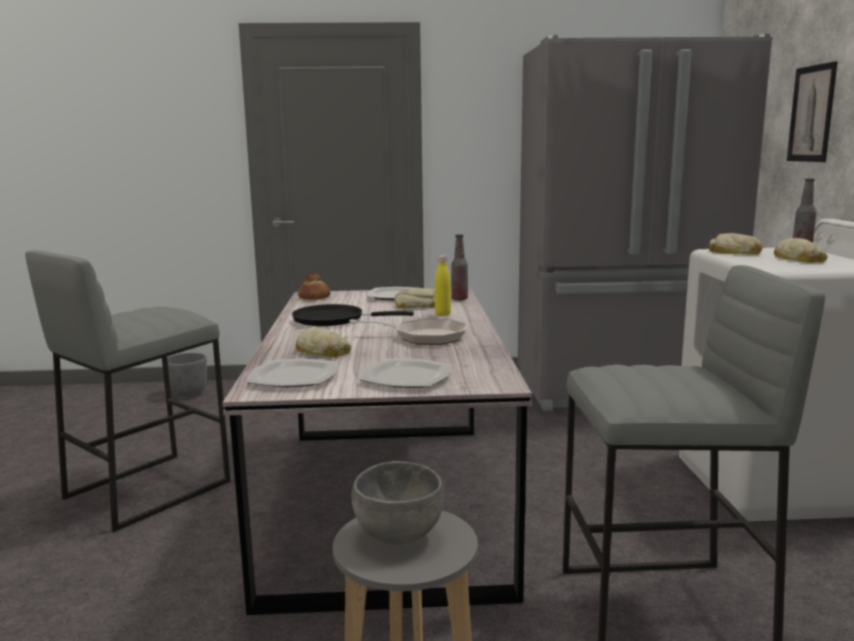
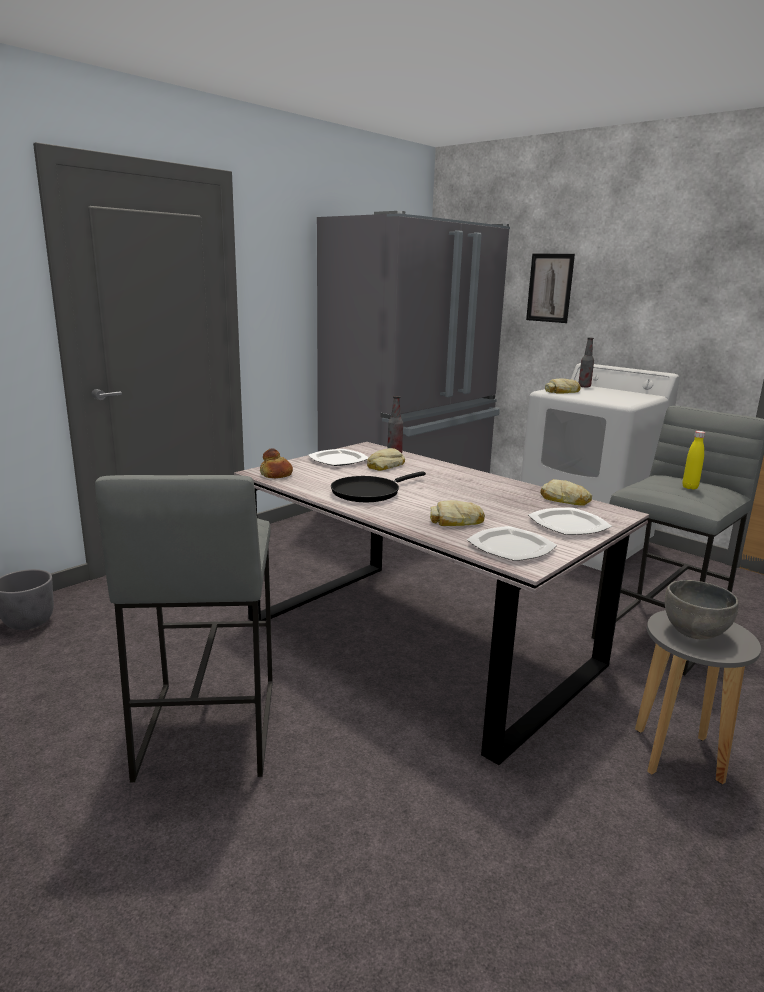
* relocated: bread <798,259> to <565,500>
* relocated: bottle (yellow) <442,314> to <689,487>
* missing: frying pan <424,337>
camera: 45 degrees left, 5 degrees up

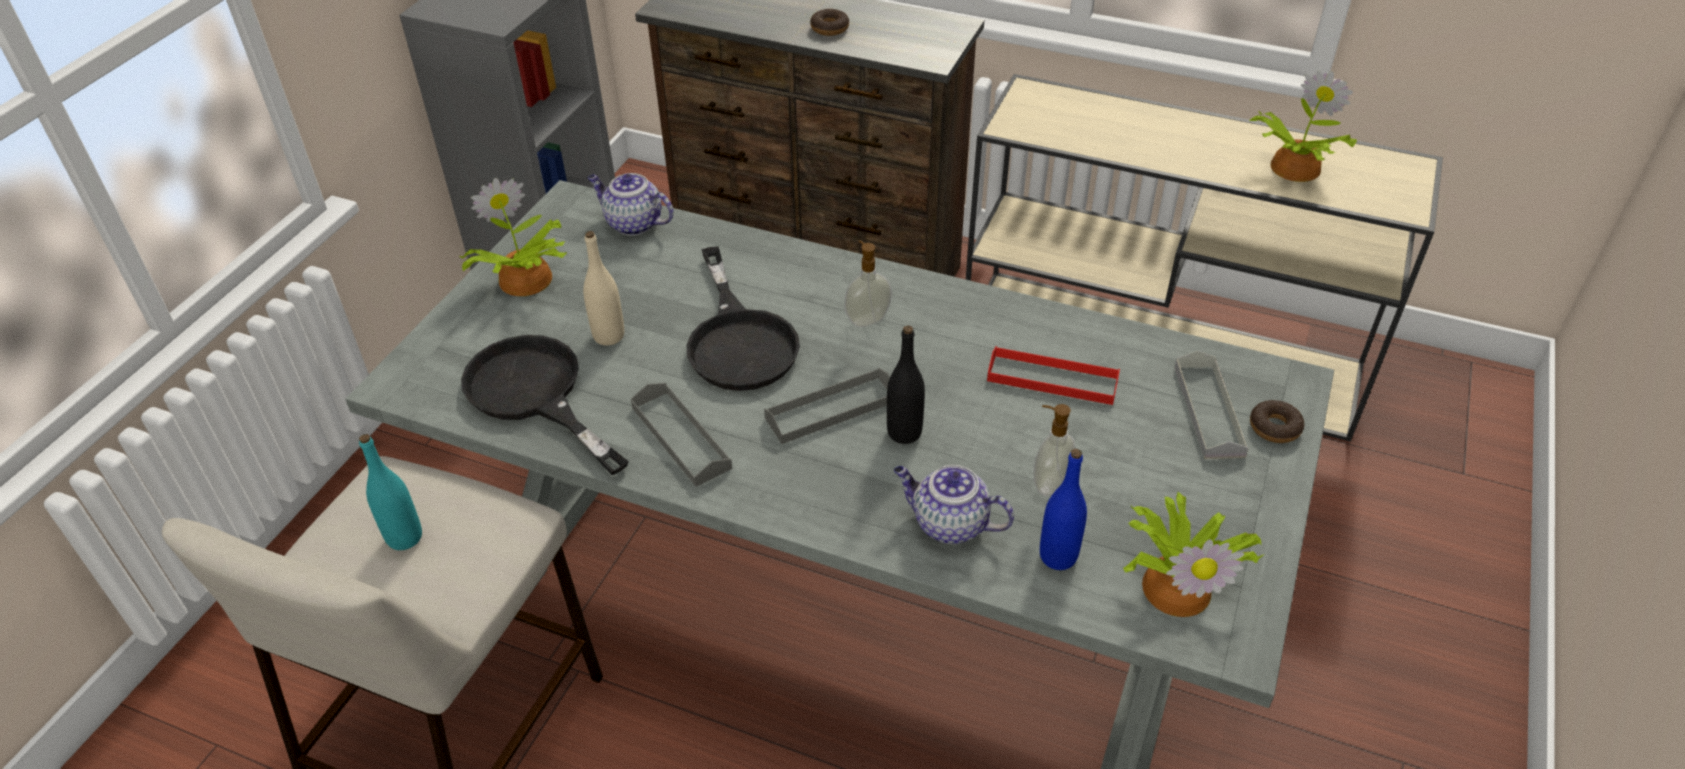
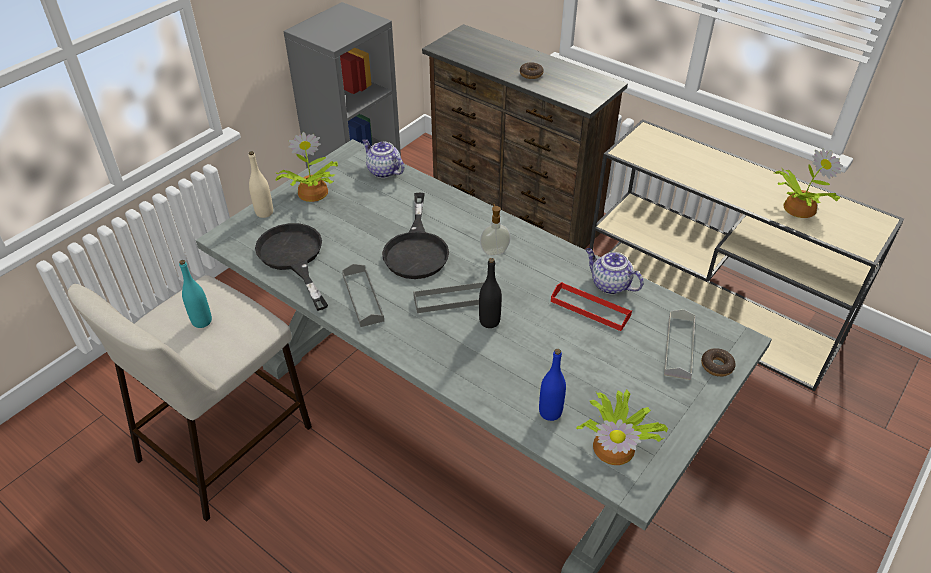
* relocated: bottle (beige) <609,336> to <264,212>
* relocated: teapot <948,524> to <609,284>
* missing: soap dispenser <1048,483>
camera: 15 degrees right, 0 degrees up

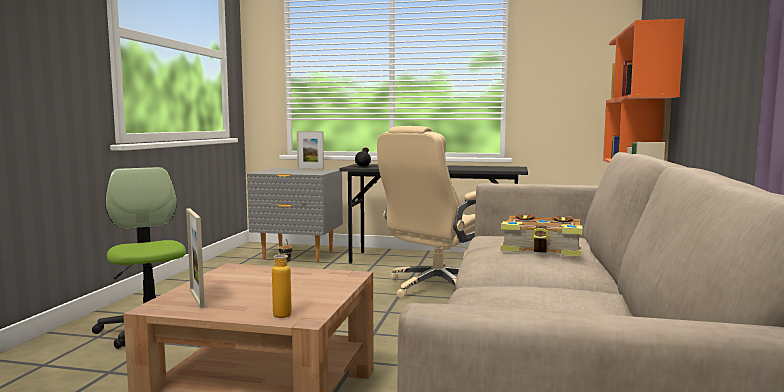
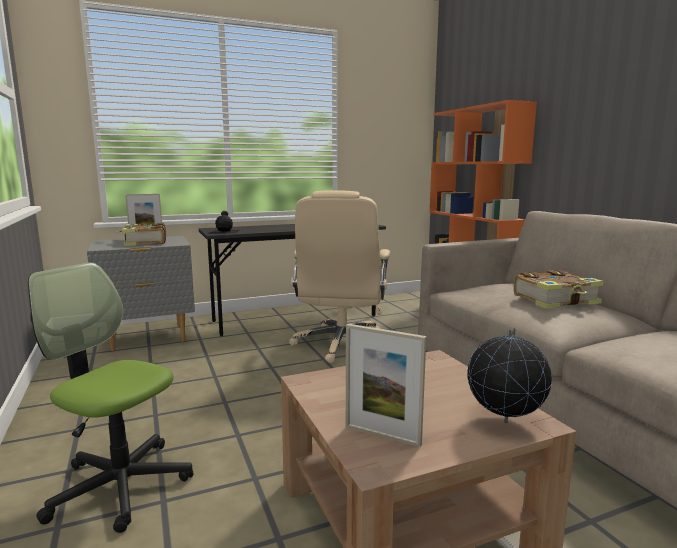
* appeared: book <144,242>
* exchanged: bottle <284,312> to globe <504,422>
camera: 35 degrees left, 5 degrees up

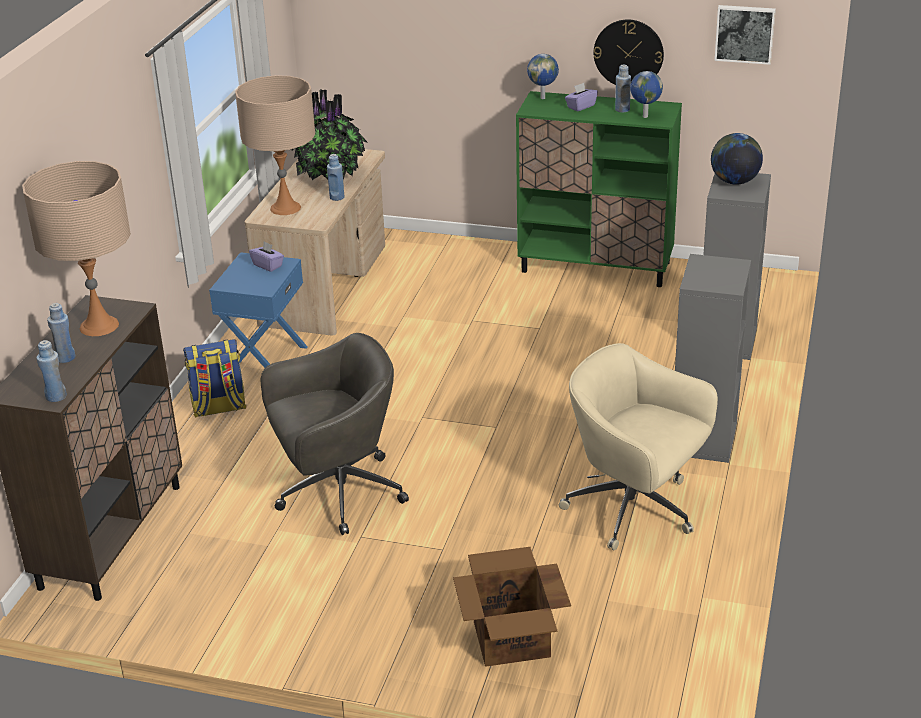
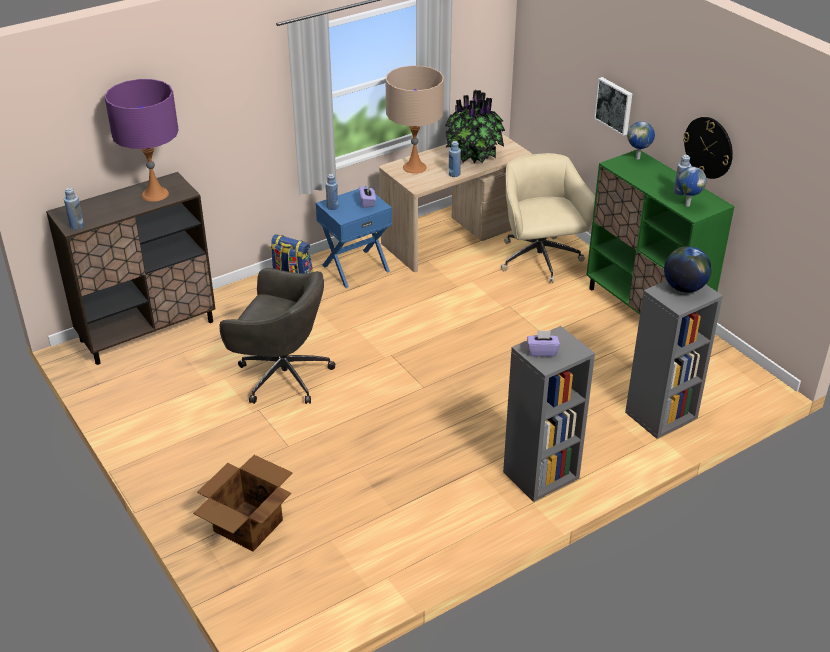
* colour: table lamp (beige) <99,326> to table lamp (purple) <155,194>
* relocated: bottle (blue) <65,358> to <332,207>
* relocated: office chair (beige) <634,510> to <540,260>
* relocated: tissue box (purple) <580,106> to <542,351>
* relocated: picture <745,33> to <614,105>
camera: 40 degrees right, 5 degrees up

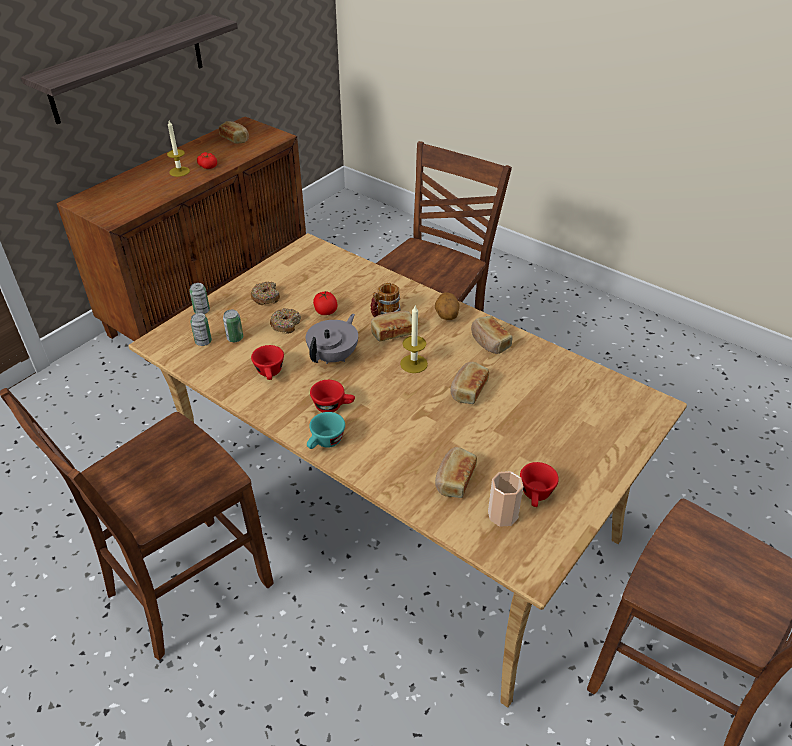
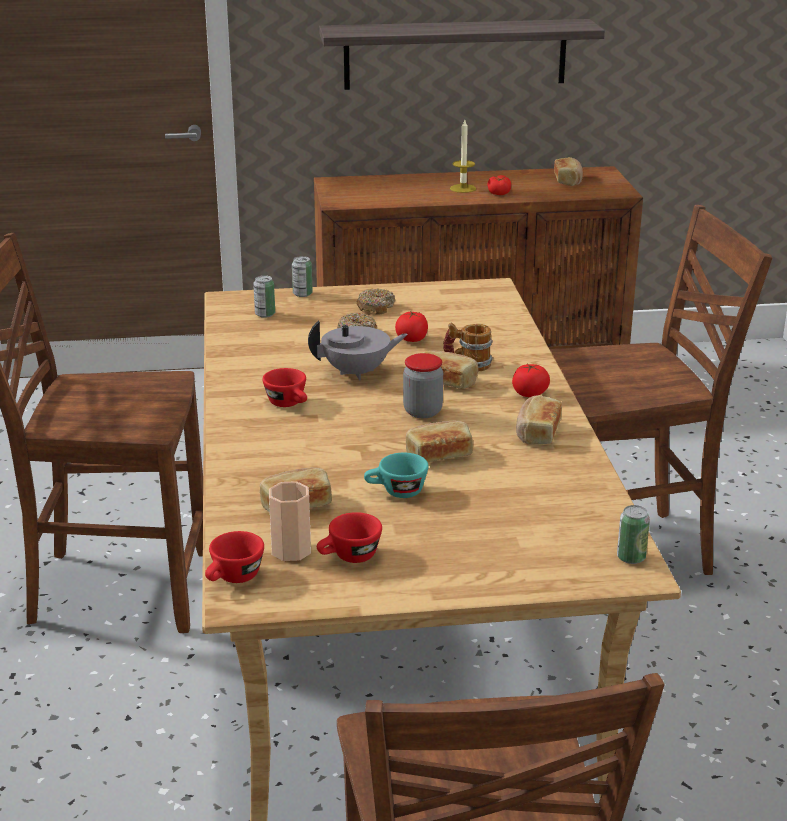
* relocated: cup (red) <270,373> to <233,578>
* relocated: cup (turquoise) <325,443> to <396,492>
* exchanged: candle <413,364> to jar <422,411>
* exchanged: potato <446,316> to tomato <530,393>
* relocated: can <235,338> to <631,558>
camera: 45 degrees right, 15 degrees down

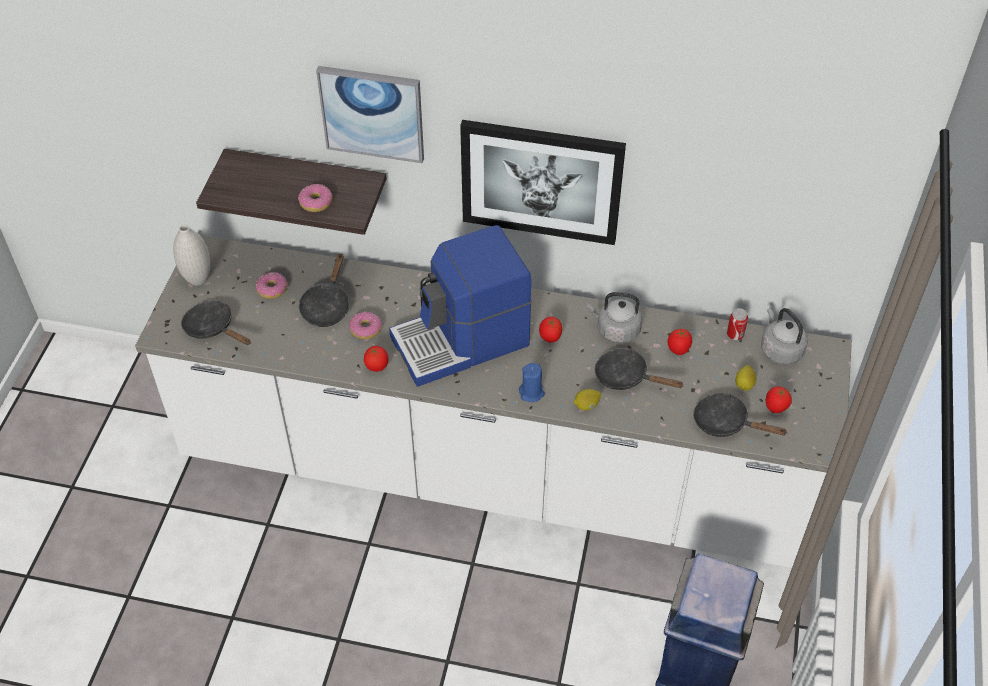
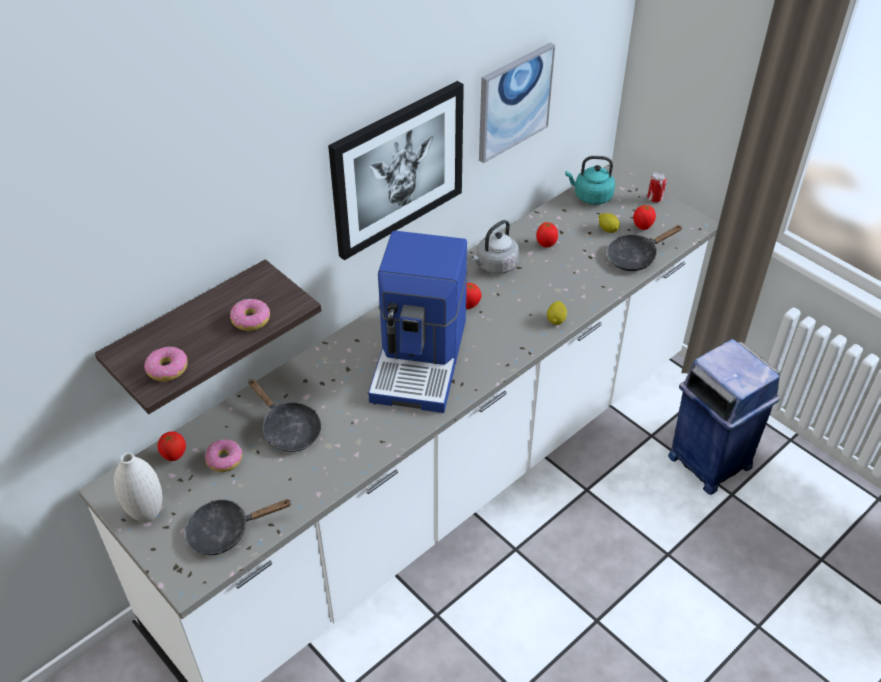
* relocated: donut <366,329> to <167,369>
* relocated: tomato <377,367> to <174,456>
* relocated: picture <372,113> to <514,102>
* colour: kettle (grey) <780,349> to kettle (turquoise) <590,196>
* relocated: can <735,335> to <654,199>
* missing: candle (blue) <531,393>
* missing: frying pan (black) <626,377>
camera: 55 degrees left, 5 degrees down

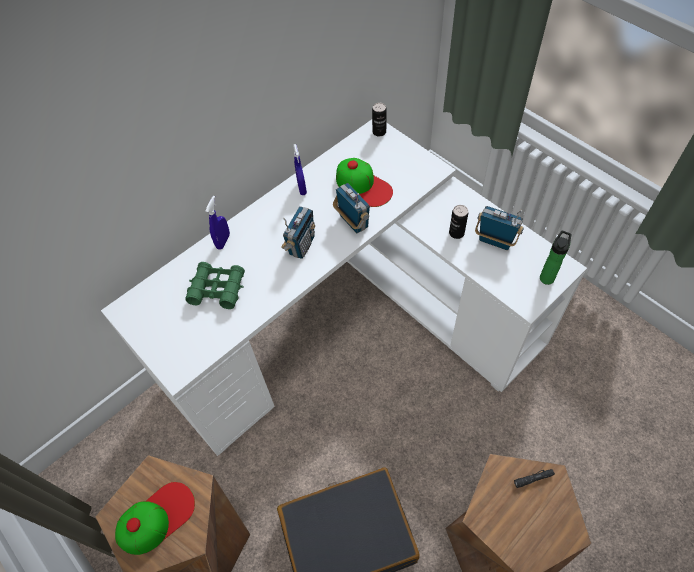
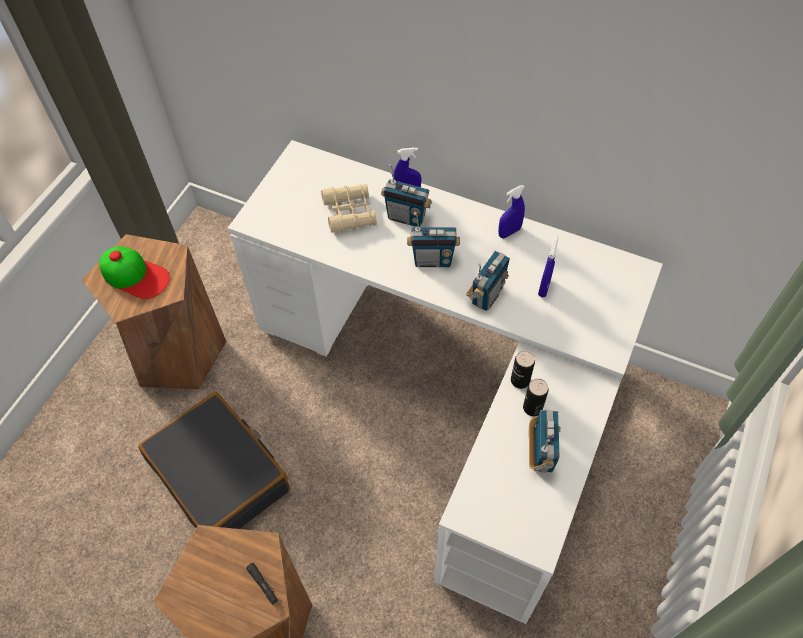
* colour: binoculars (green) <217,289> to binoculars (beige) <349,213>
* appeared: radio <406,217>
* relocated: can <379,132> to <520,380>
* exchanged: cap <363,186> to spray bottle (blue) <544,287>
* missing: bottle <547,276>
camera: 65 degrees right, 0 degrees up

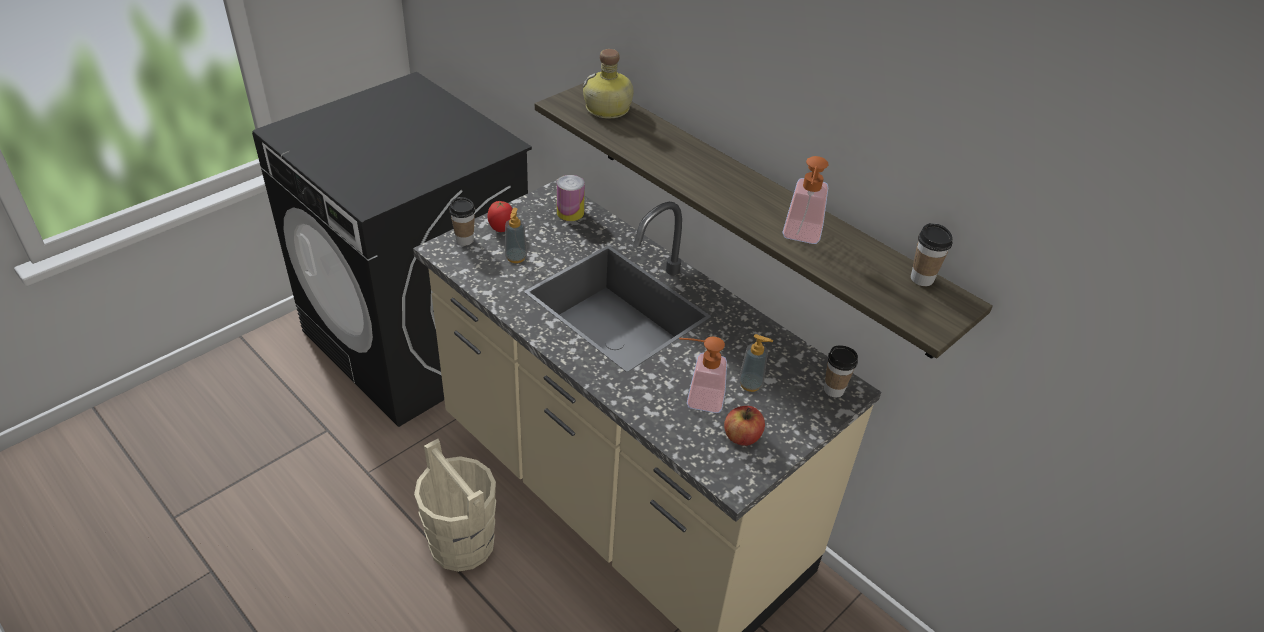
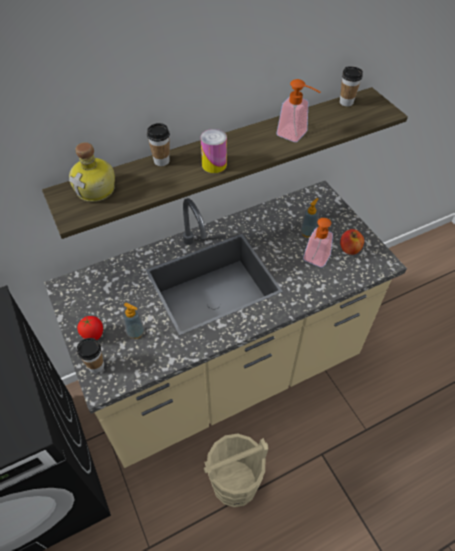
* relocated: cup <833,390> to <161,161>
* relocated: can <570,213> to <214,164>
camera: 70 degrees left, 10 degrees up

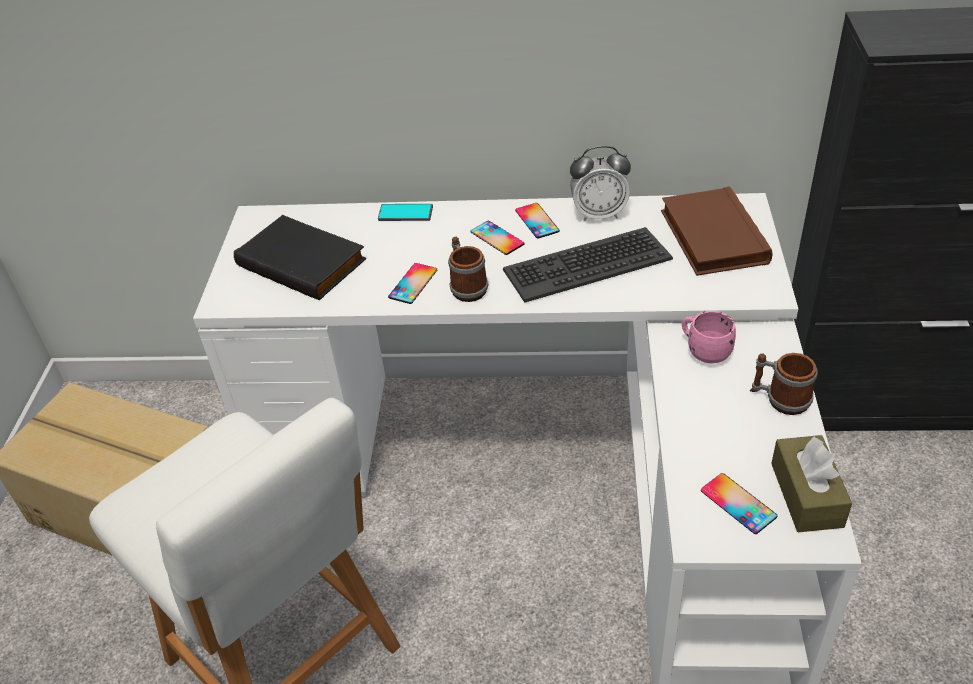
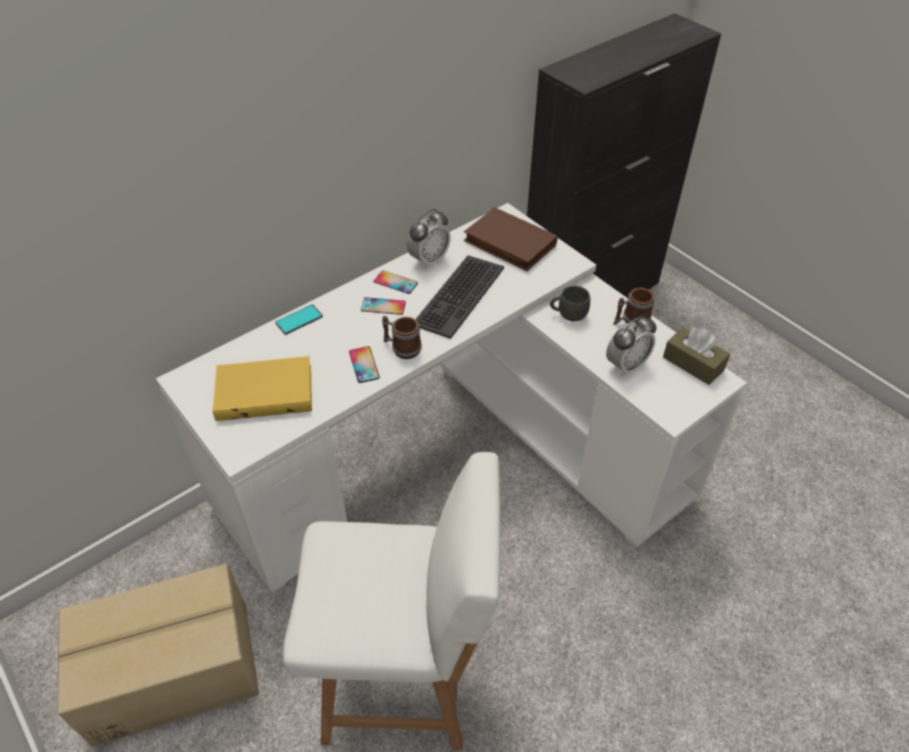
* colour: book (black) <304,261> to book (yellow) <265,391>
* colour: mug (pink) <704,351> to mug (grey) <568,315>
* appeared: alarm clock <626,365>
* missing: phone <738,503>
camera: 45 degrees left, 5 degrees up

